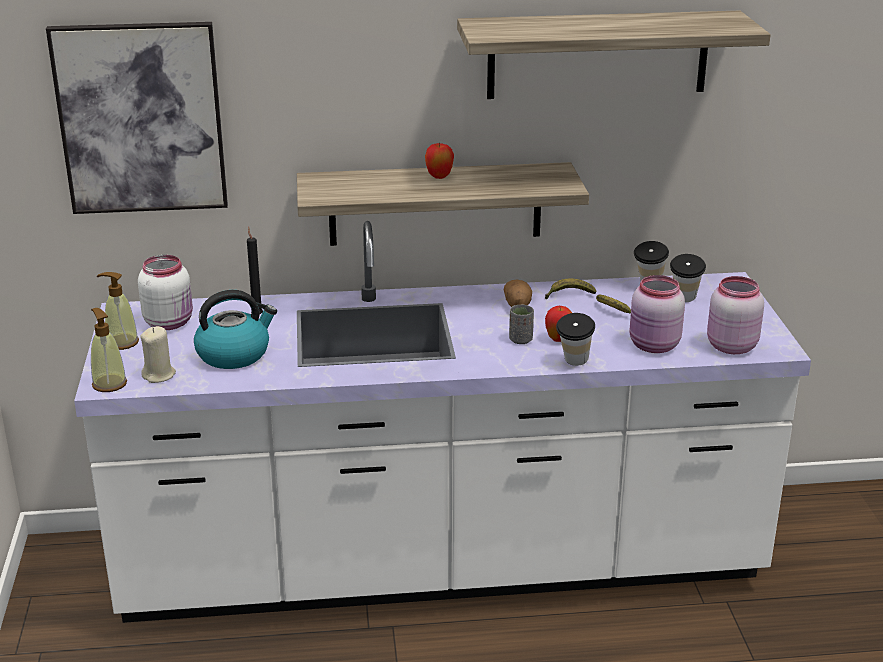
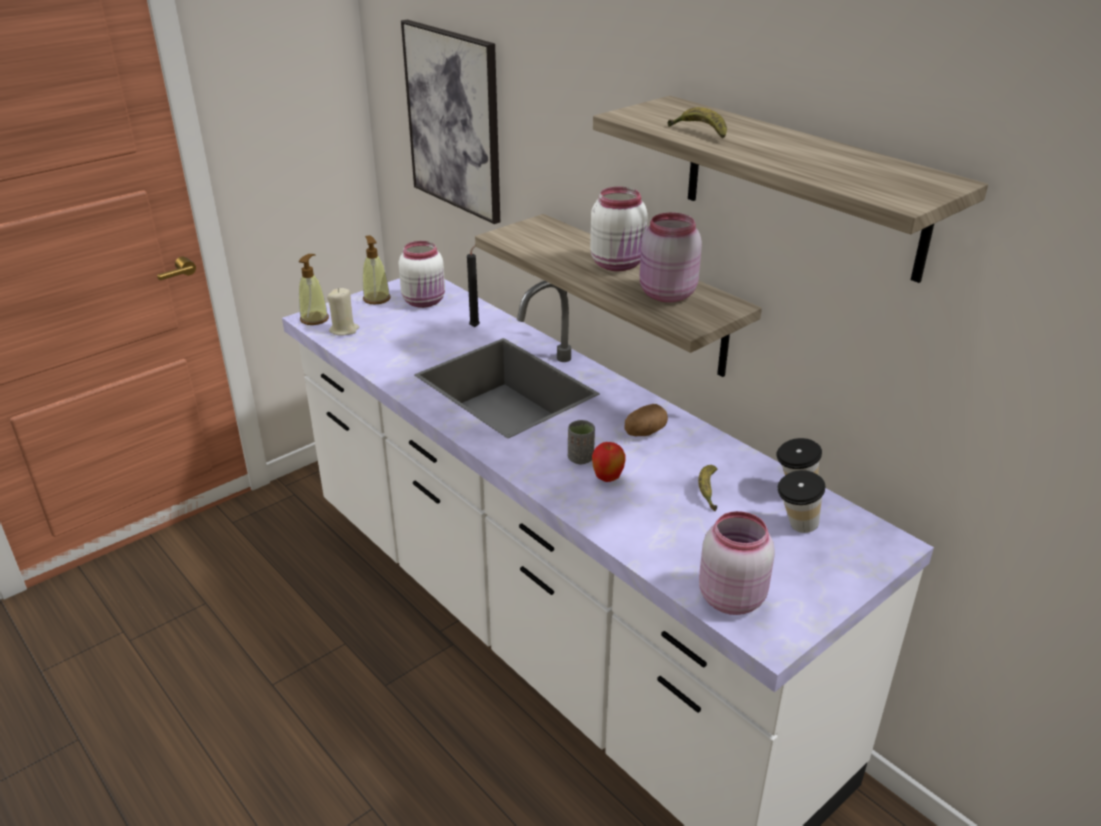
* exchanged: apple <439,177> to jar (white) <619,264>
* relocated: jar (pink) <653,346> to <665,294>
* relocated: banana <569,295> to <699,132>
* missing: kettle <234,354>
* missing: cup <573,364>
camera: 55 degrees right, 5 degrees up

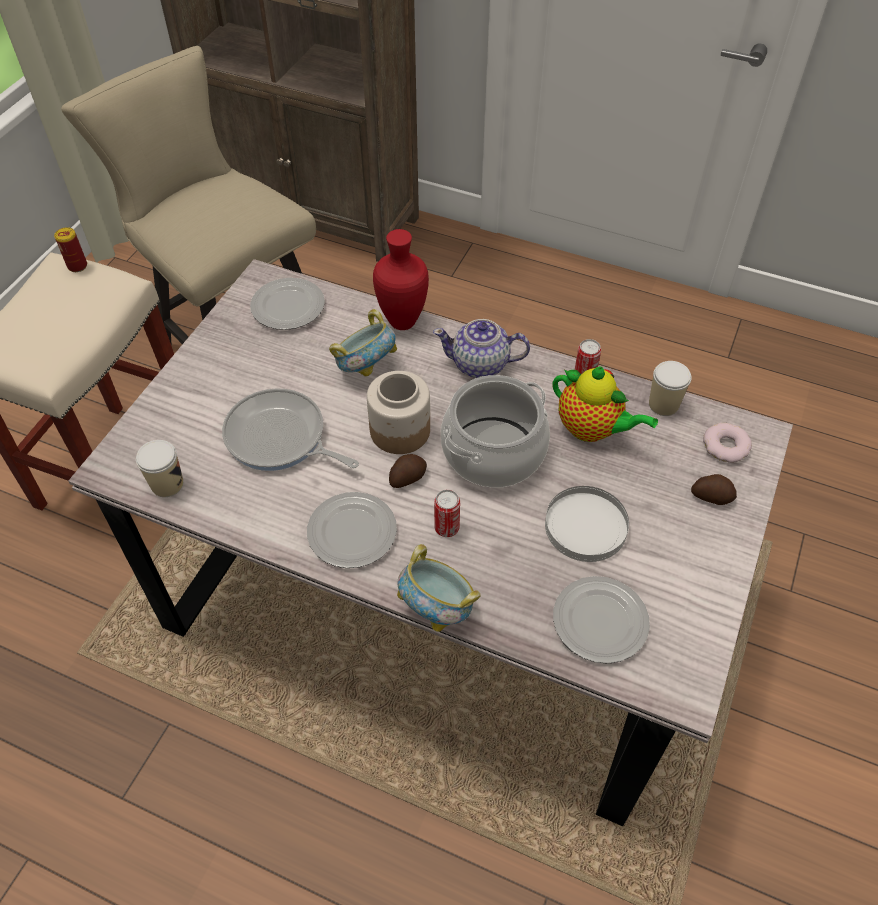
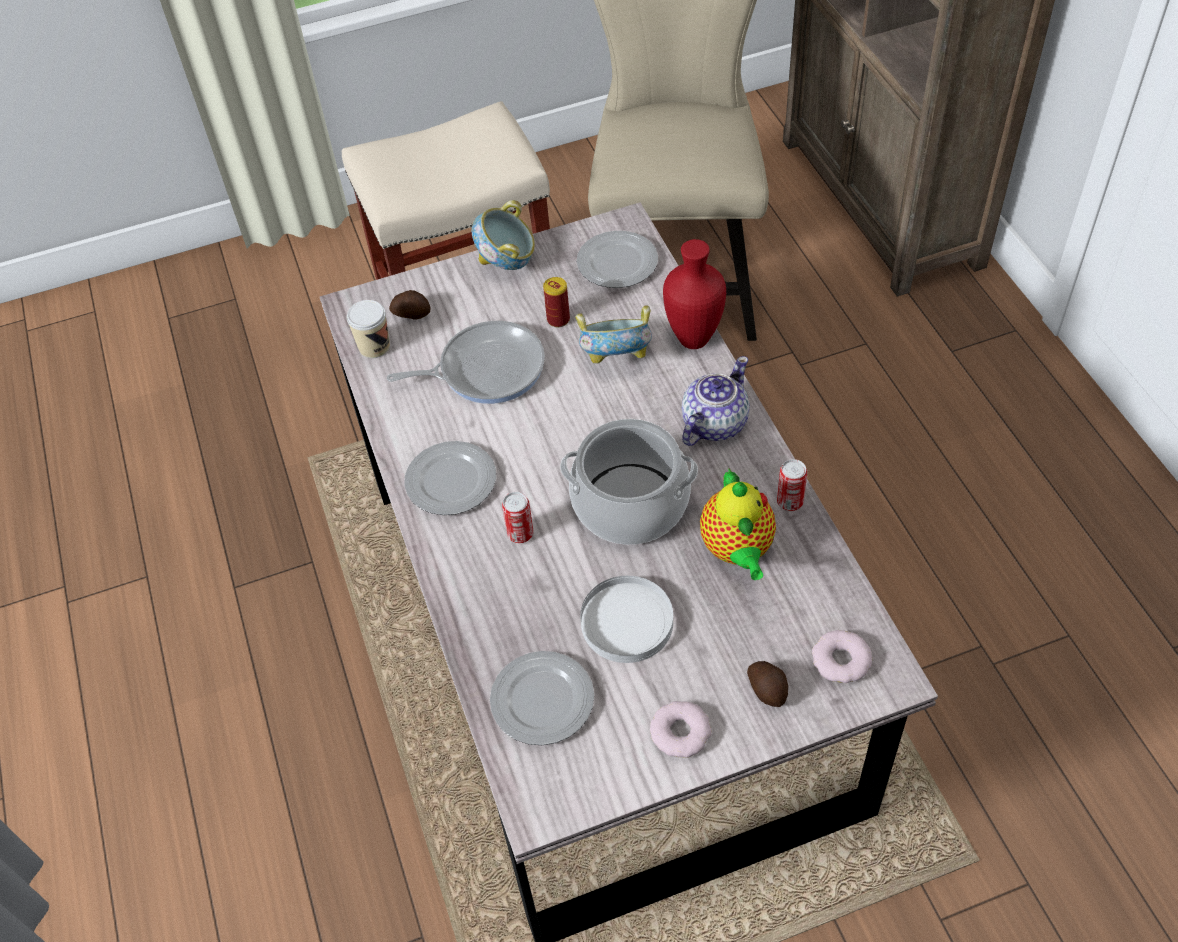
* spun: frying pan <280,438> = <486,369> 90 degrees clockwise
* relocated: potato <407,477> to <411,313>
* relocated: bowl <437,609> to <507,263>
* relocated: can <77,266> to <558,319>
* appeared: donut <680,732>
* spun: teapot <481,364> = <713,423> 75 degrees clockwise
* missing: jar <399,431>
* missing: cup <663,404>
camera: 50 degrees right, 0 degrees up

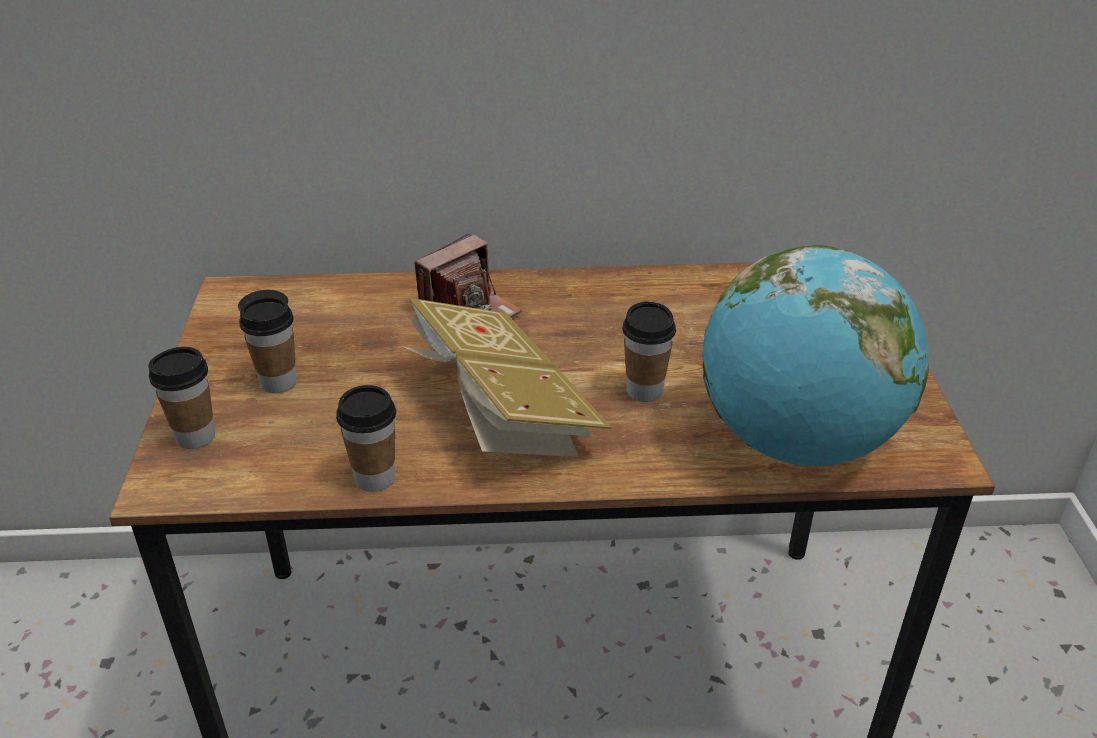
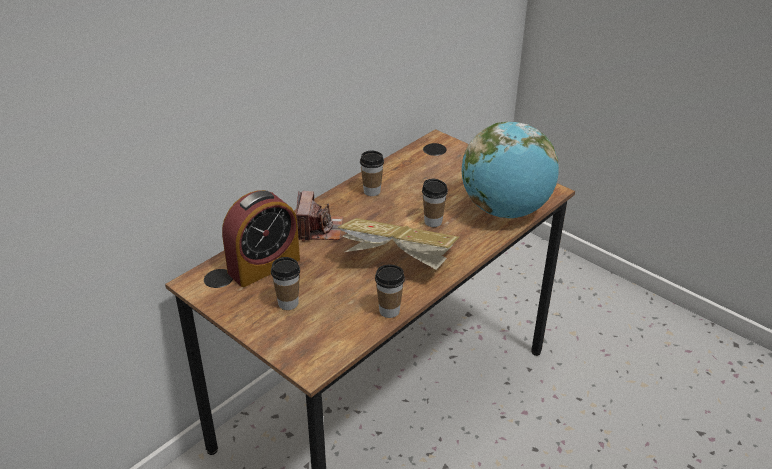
* appeared: alarm clock <264,266>
* relocated: cup <195,437> to <372,191>
camera: 45 degrees left, 0 degrees up

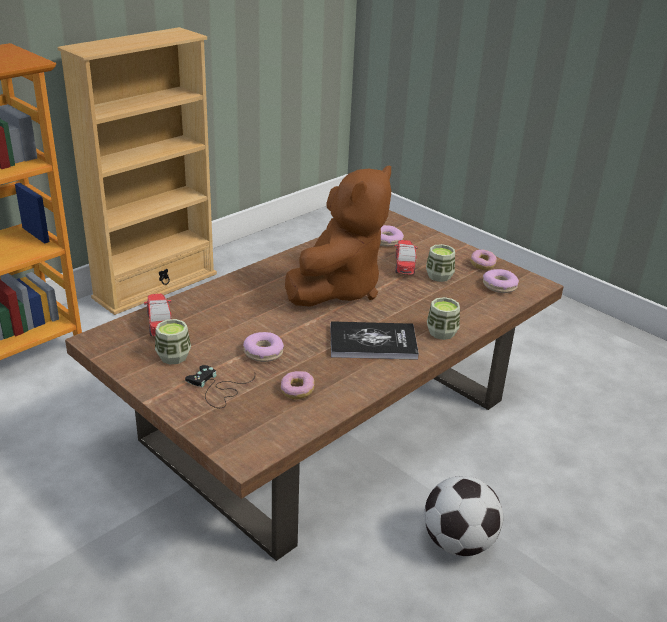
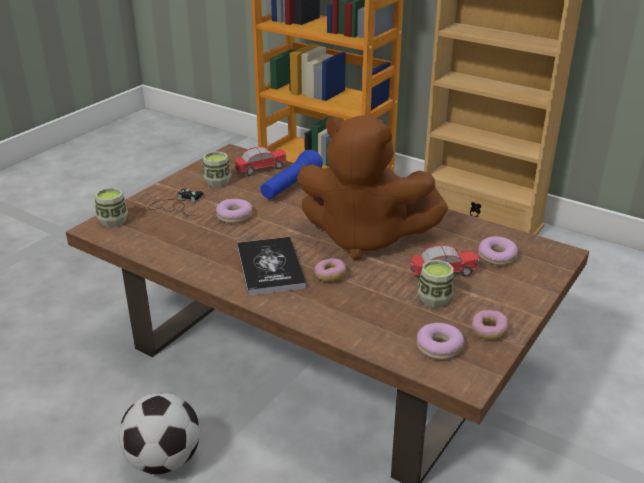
* relocated: cup <441,332> to <113,221>
* appeared: flashlight (blue) <291,186>
* relocated: donut <297,391> to <330,276>
camera: 80 degrees right, 0 degrees up

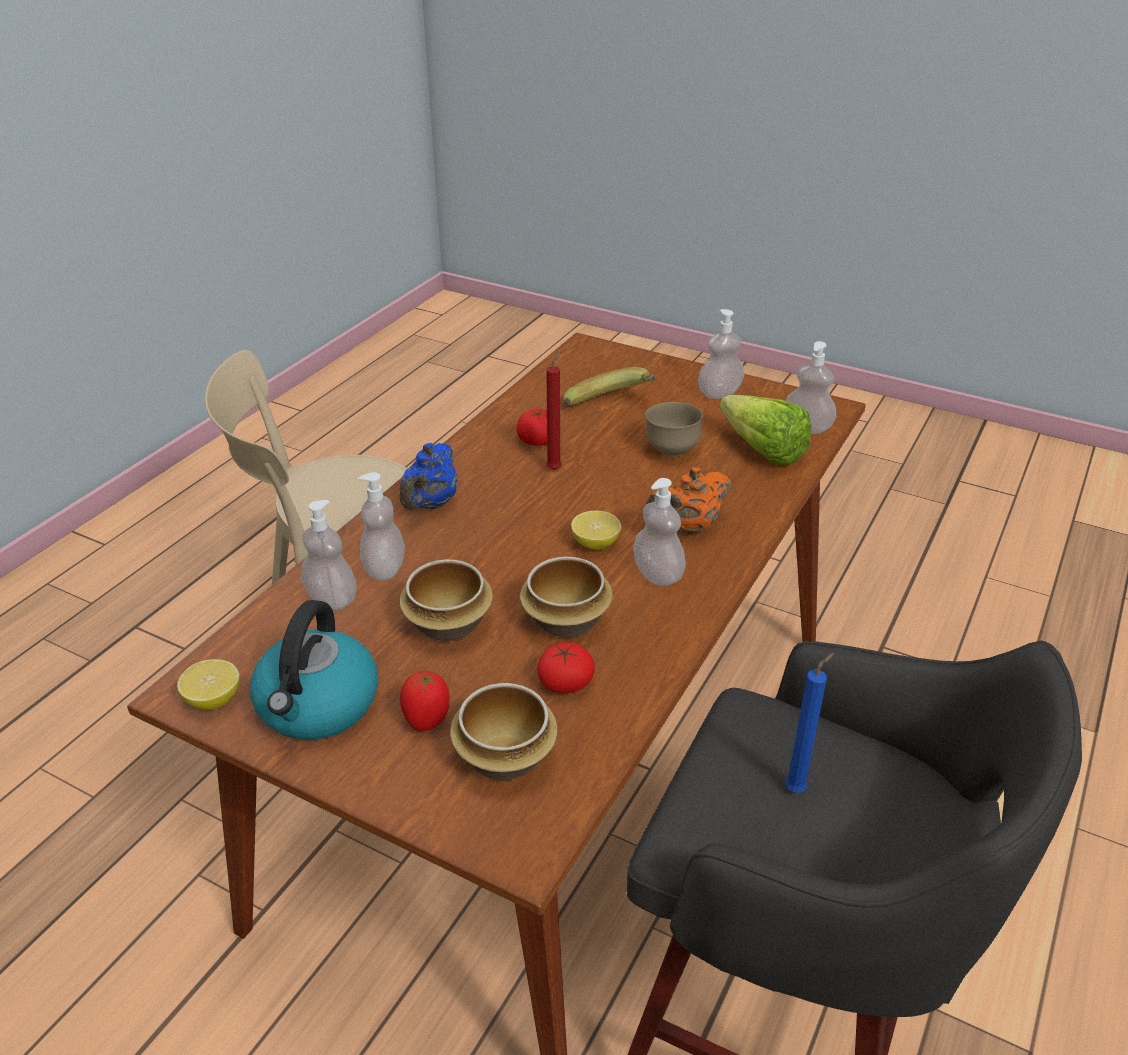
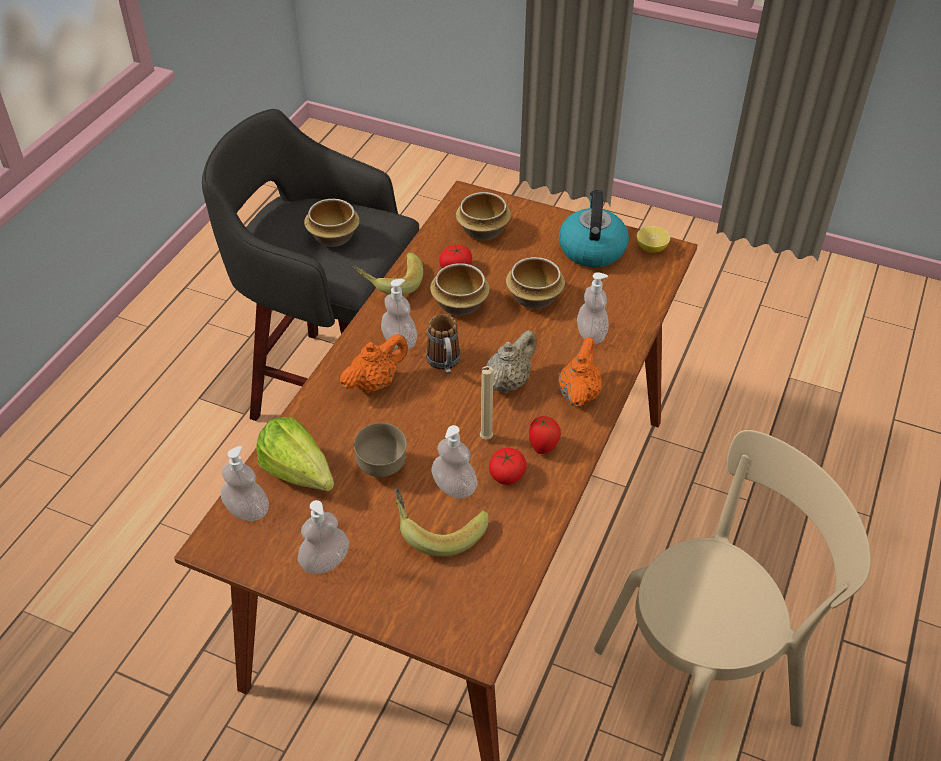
* exchanged: candle (blue) <797,788> to bowl <332,237>
* appeared: banana <389,283>
* exchanged: lemon <595,544> to mug <445,364>
* relocated: soap dispenser <331,599> to <454,487>
* colour: candle (red) <555,468> to candle (beige) <485,439>
* appeared: teapot (beige) <508,382>
* relocated: tomato <427,720> to <543,447>
* colour: teapot (blue) <430,504> to teapot (orange) <579,393>
camera: 175 degrees right, 10 degrees up

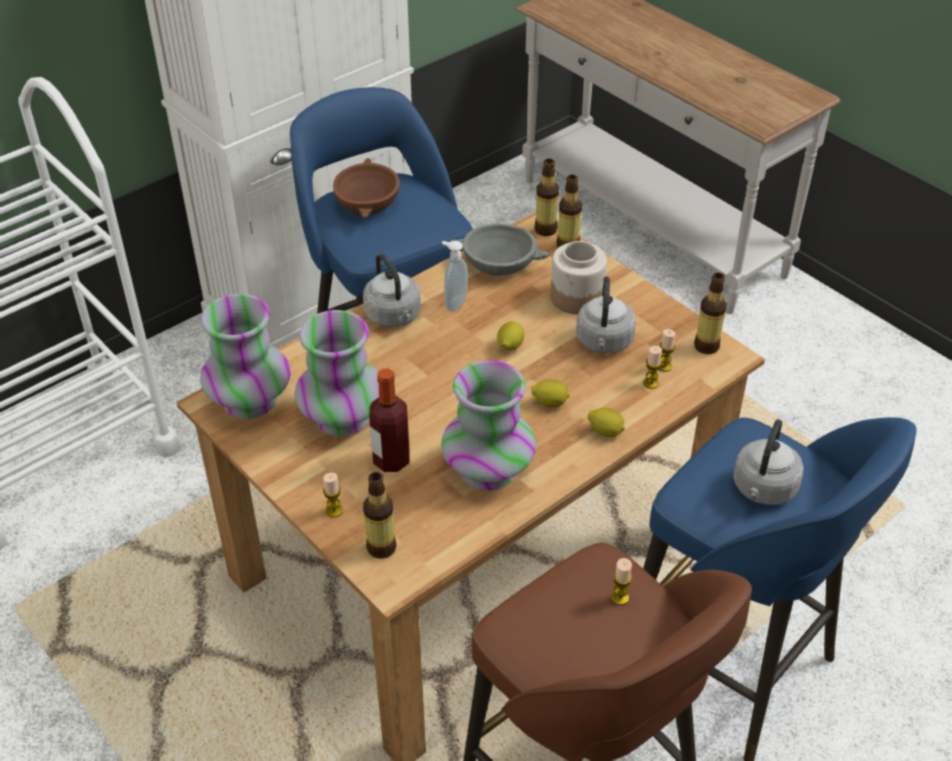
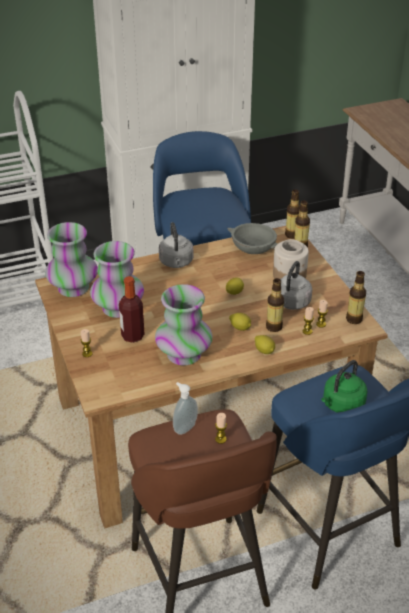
* relocated: soap dispenser <454,303> to <184,428>
* relocated: bottle <381,547> to <274,327>
* colour: kettle (grey) <763,490> to kettle (green) <342,405>
* missing: bowl (brown) <368,203>
camera: 20 degrees right, 5 degrees down

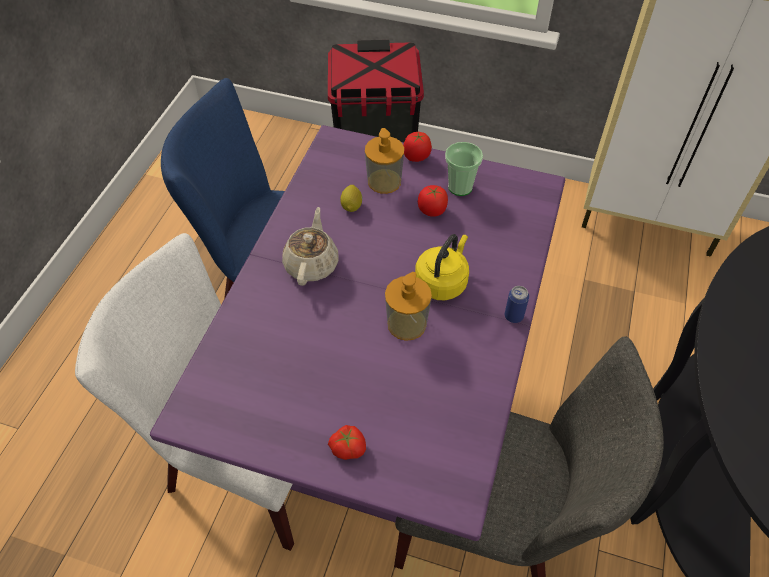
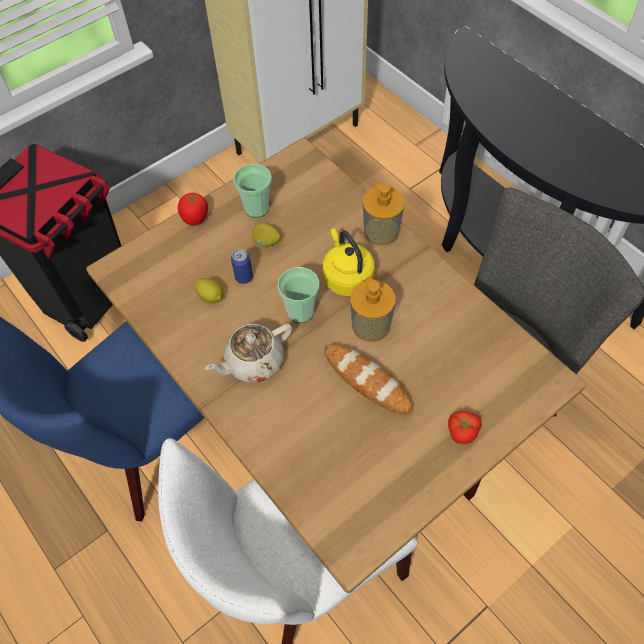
* colour: dining table (purple) <384,407> to dining table (brown) <326,426>
* spun: teapot (beige) <312,264> = <253,362> 75 degrees counterclockwise
* relocated: can <513,316> to <244,277>
* exchanged: tomato <431,211> to lemon <266,242>
* appeared: cup <300,311>
* appeared: bread <367,381>
* relocated: soap dispenser <384,181> to <381,231>
camera: 55 degrees left, 5 degrees up

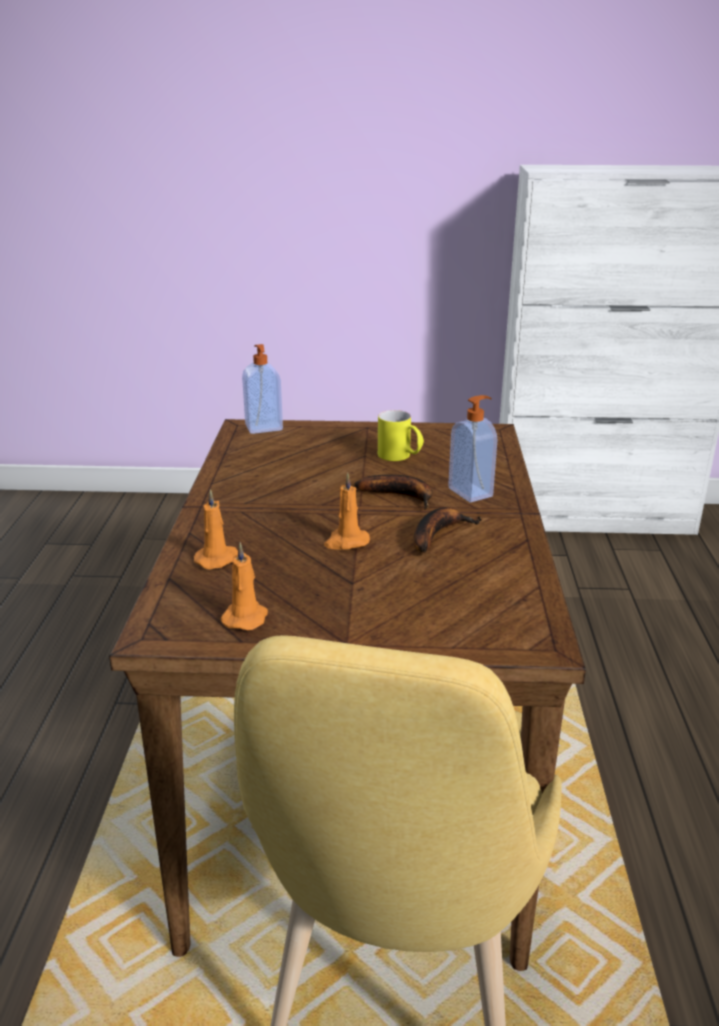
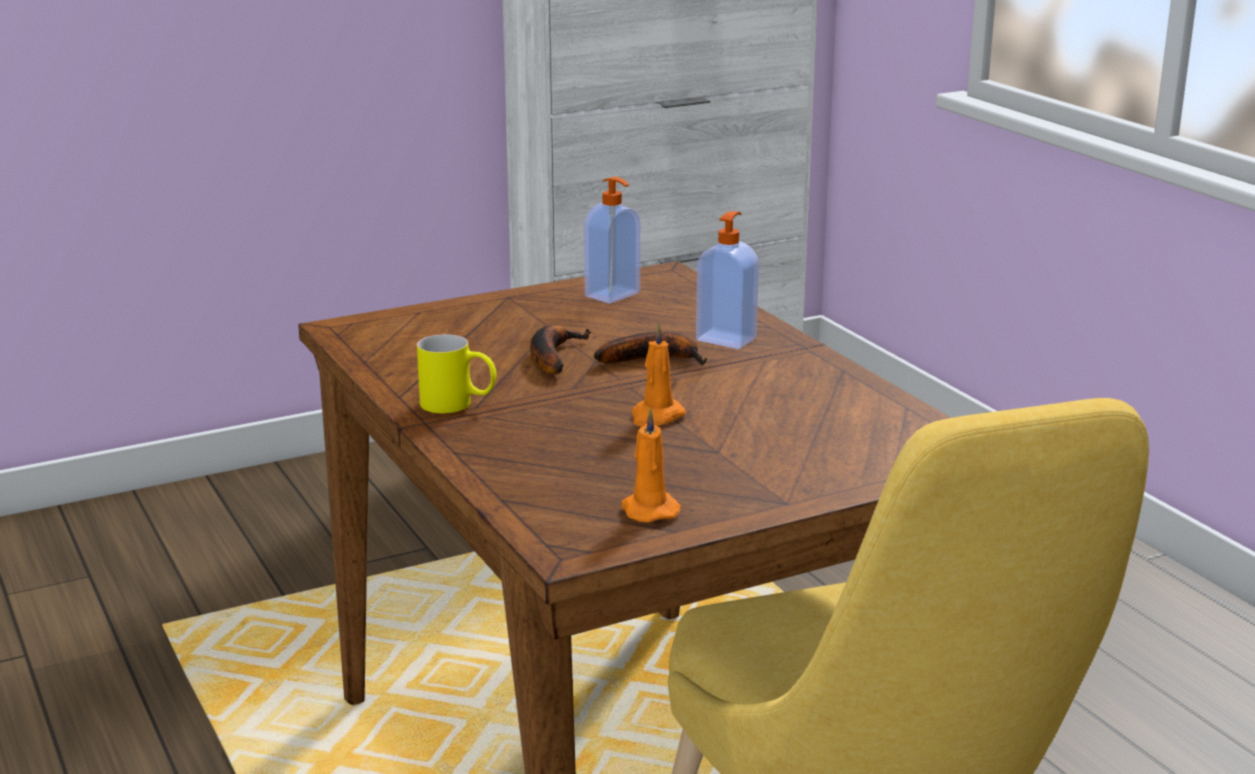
* relocated: mug (yellow) <400,457> to <458,405>
* relocated: banana <437,534> to <551,356>
* relocated: soap dispenser <264,428> to <613,295>
* missing: candle (orange) <218,559>
camera: 30 degrees left, 5 degrees down

